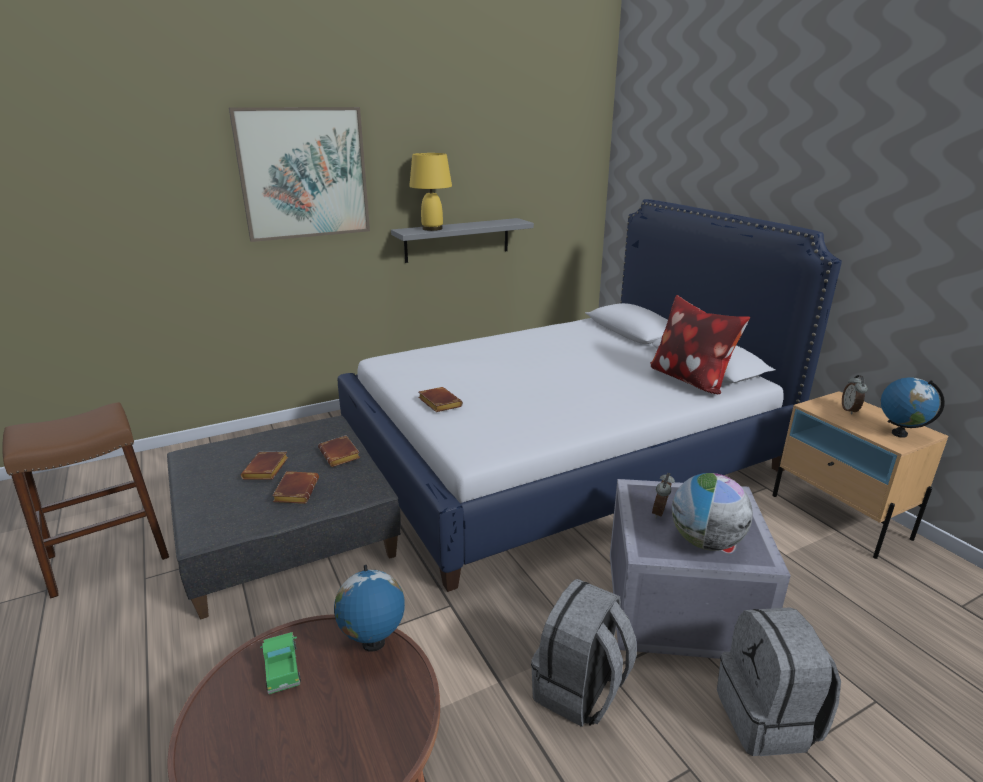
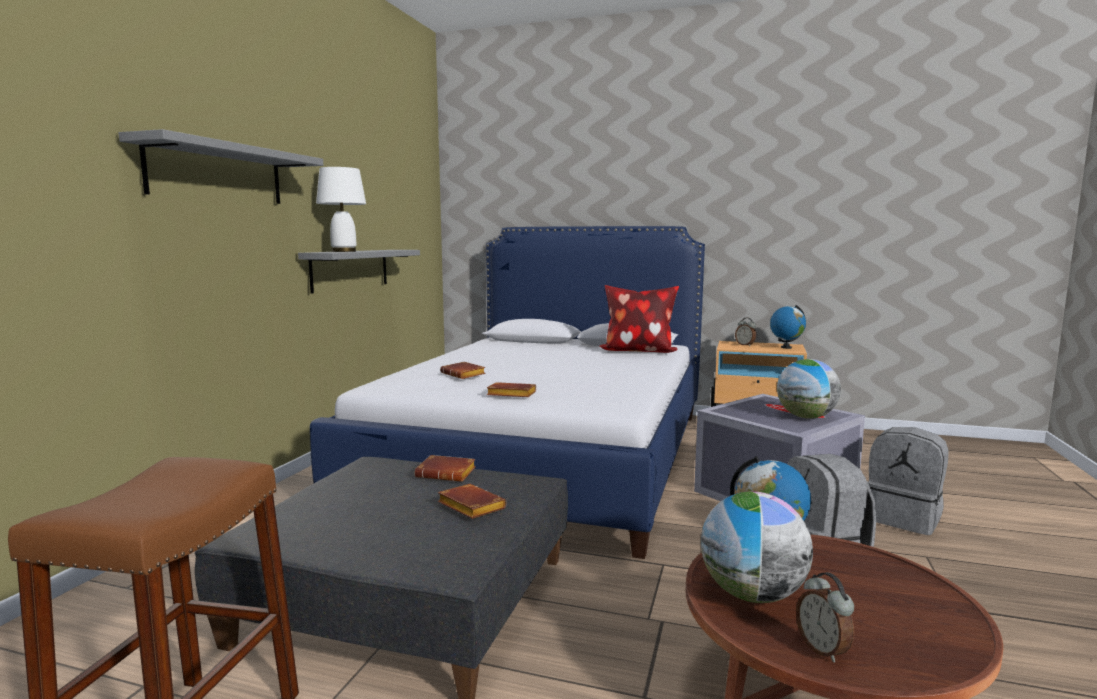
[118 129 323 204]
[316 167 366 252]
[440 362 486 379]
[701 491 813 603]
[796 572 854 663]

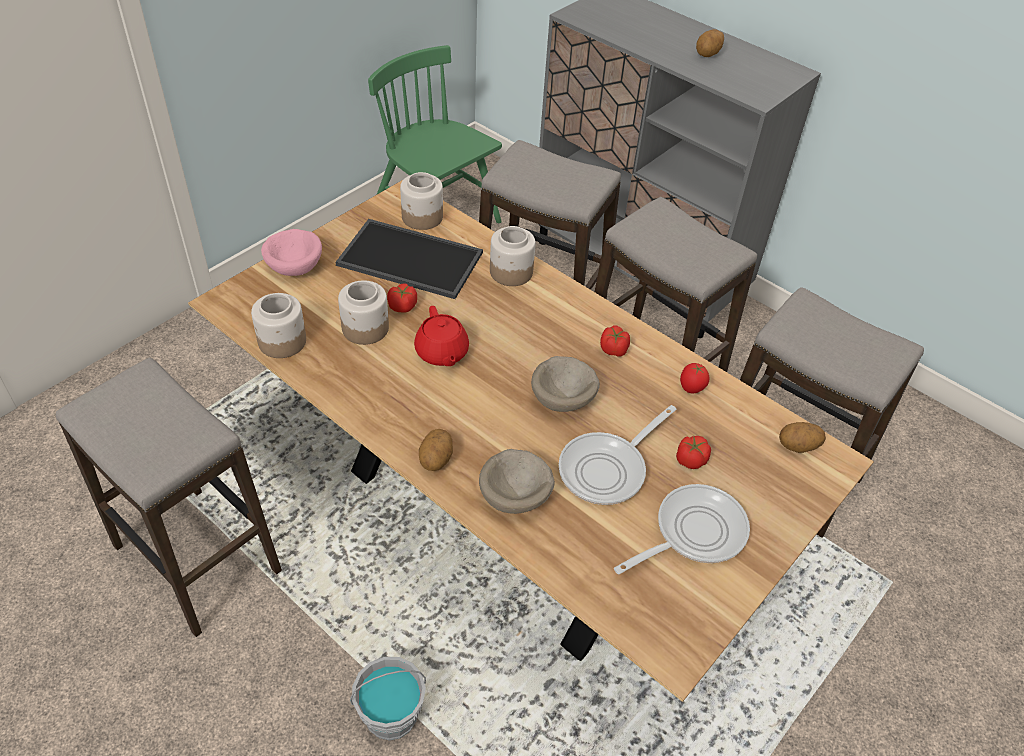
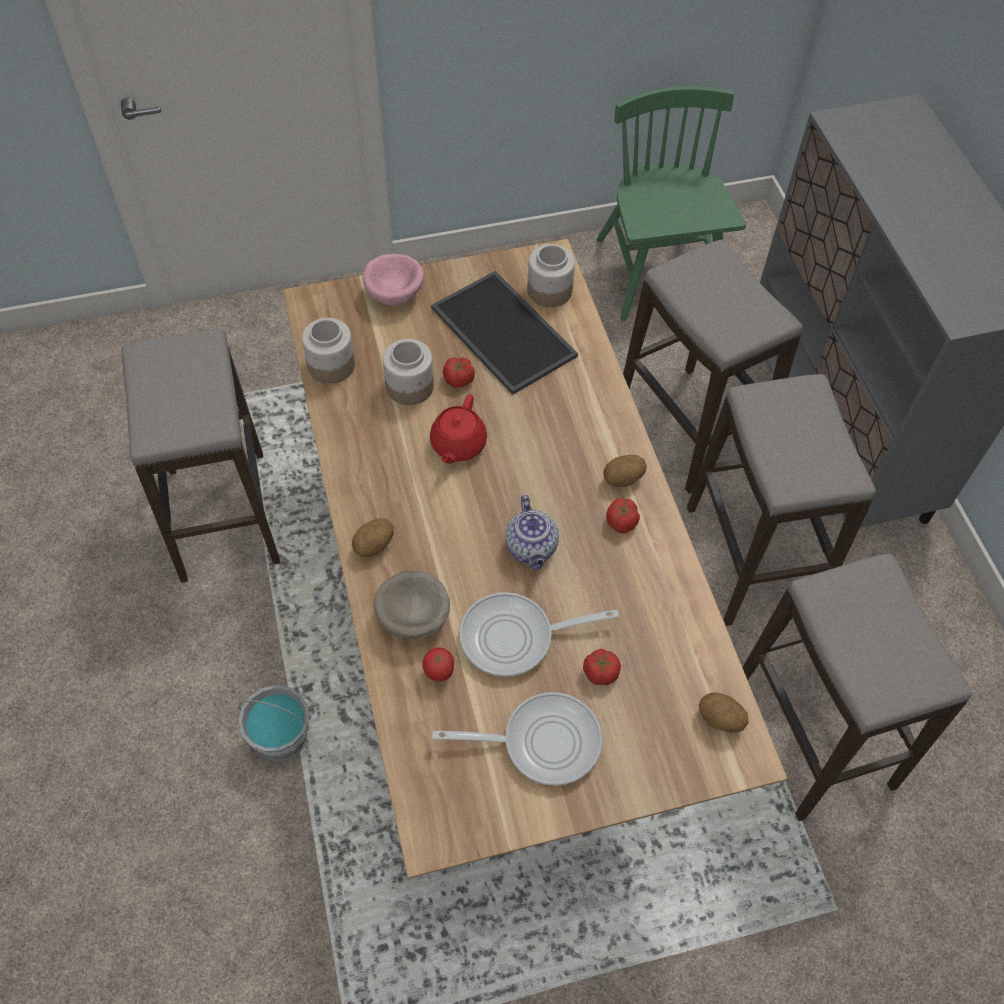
[422 648 454 681]
[505 495 559 570]
[603 455 647 487]
[490 226 536 286] (first image)

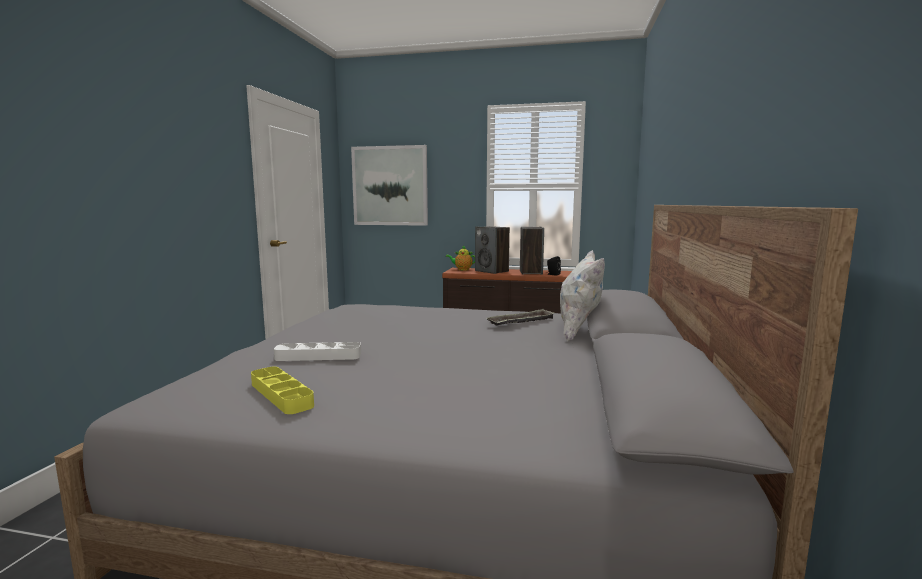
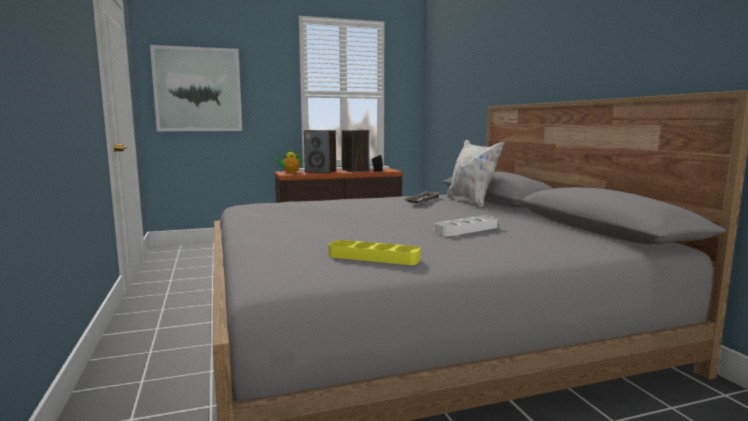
[434 216 498 236]

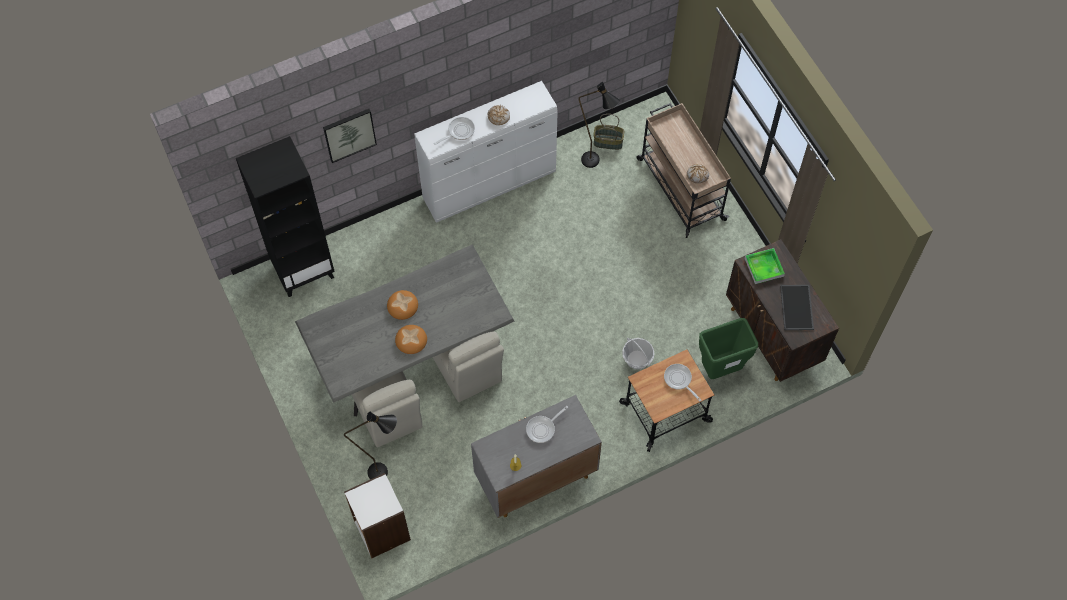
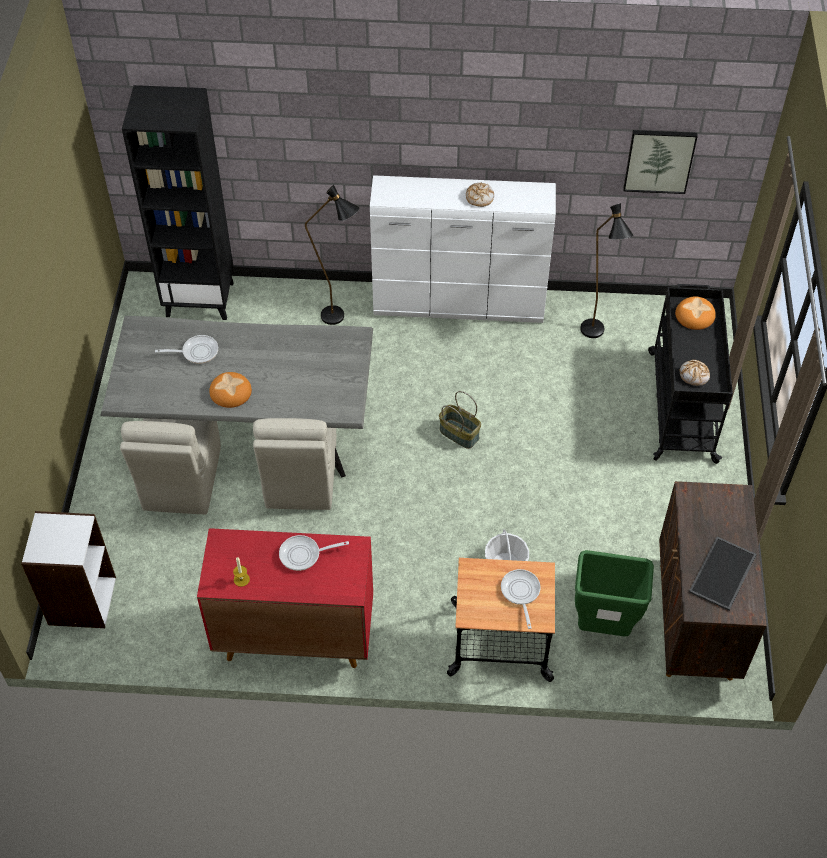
[155 335 218 364]
[197 528 373 668]
[305 185 359 325]
[439 391 481 449]
[623 130 698 194]
[648 284 733 464]
[675 296 716 330]
[745 248 785 284] (first image)

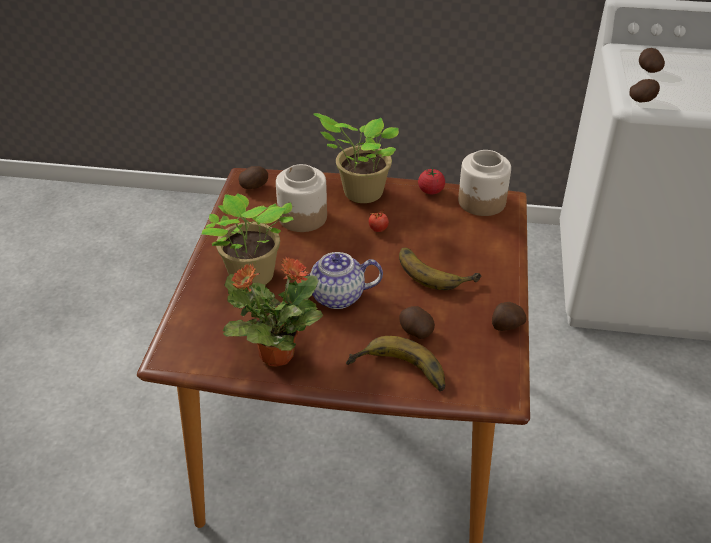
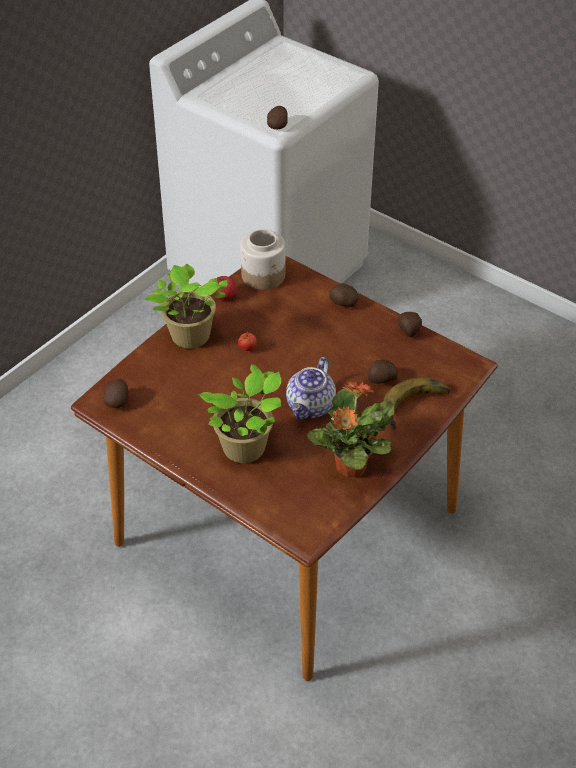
[329 283 358 307]
[276 164 327 232] (first image)
[399 247 481 290] (first image)

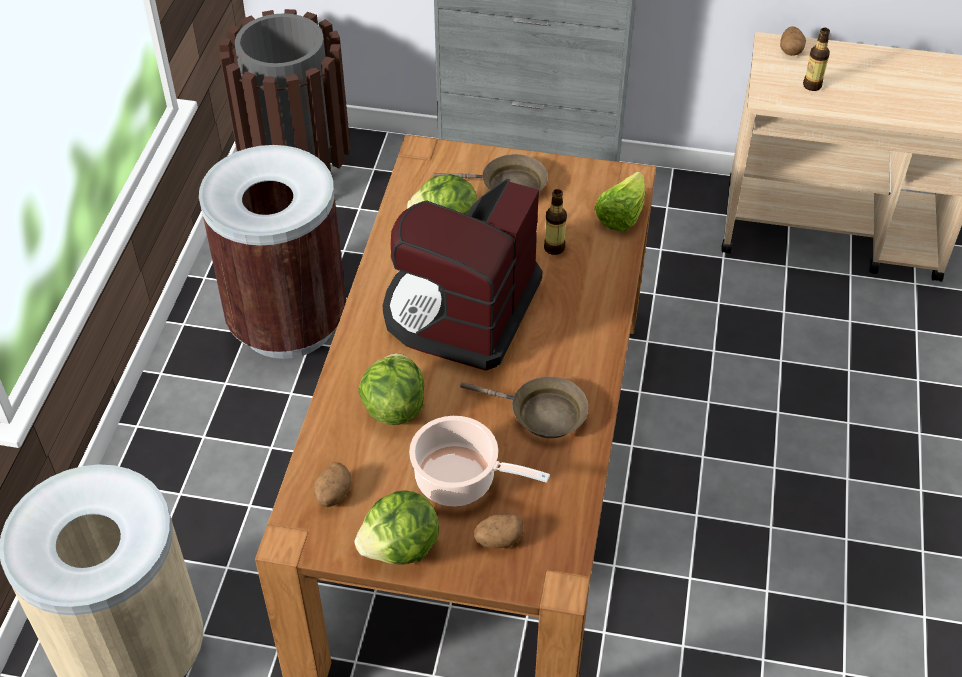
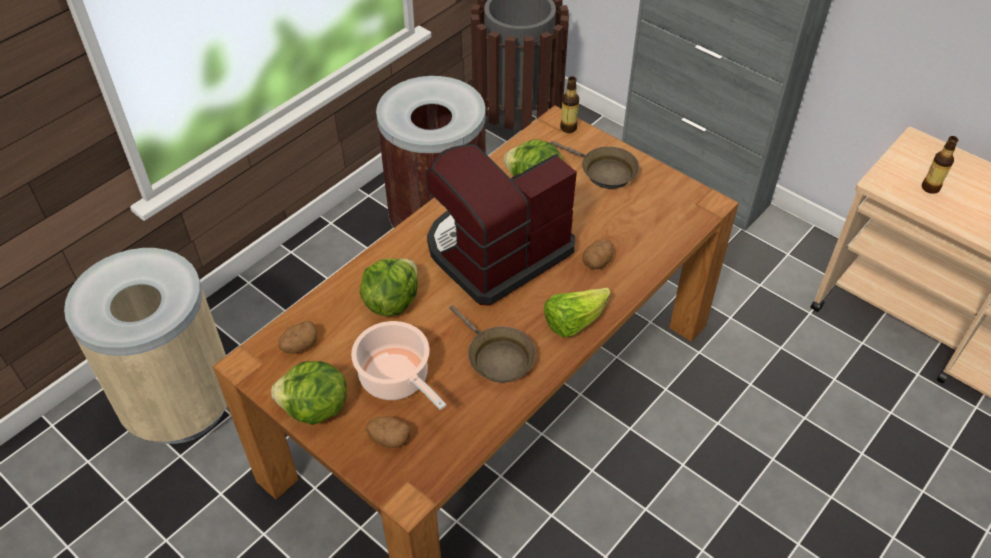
[544 288 611 338]
[560 76 579 133]
[582 239 613 269]

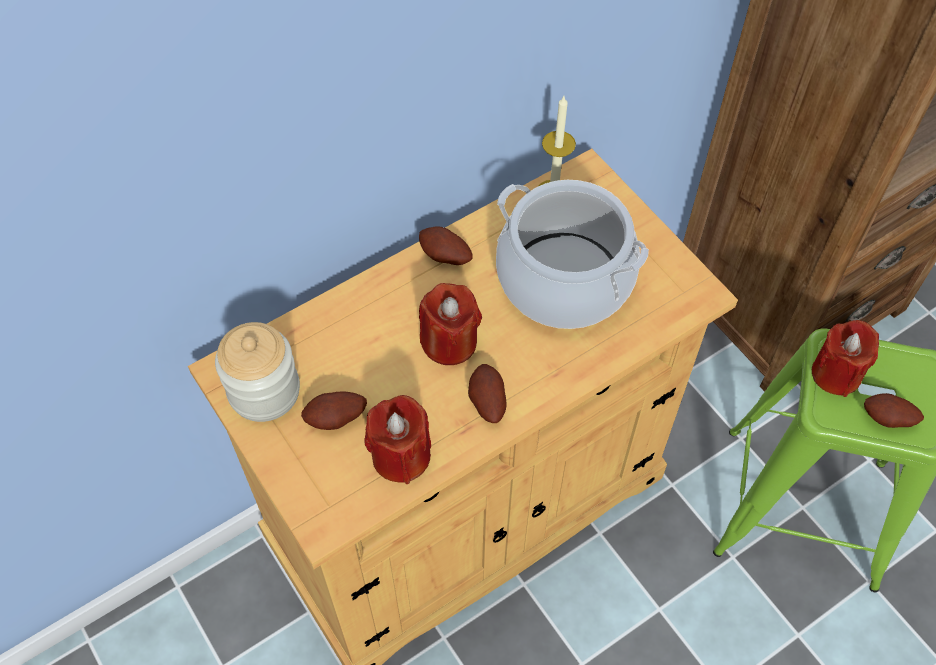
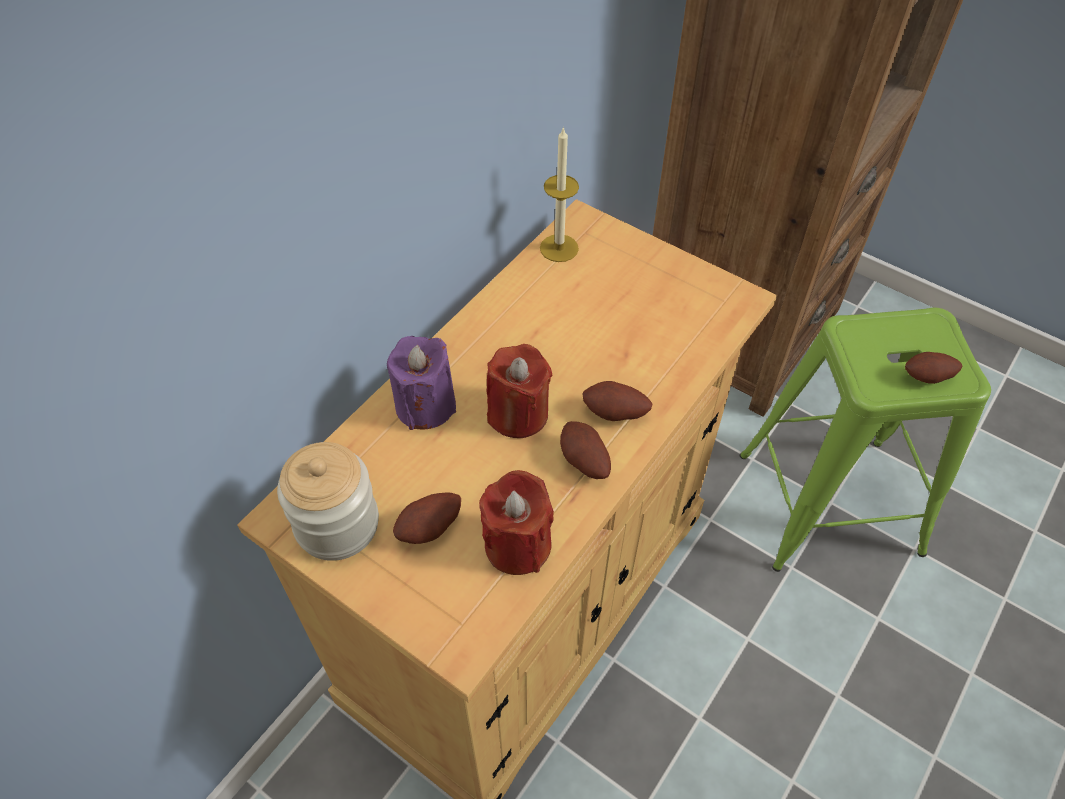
[387 336 456 430]
[583 381 652 421]
[496 180 649 329] (first image)
[812 320 879 397] (first image)

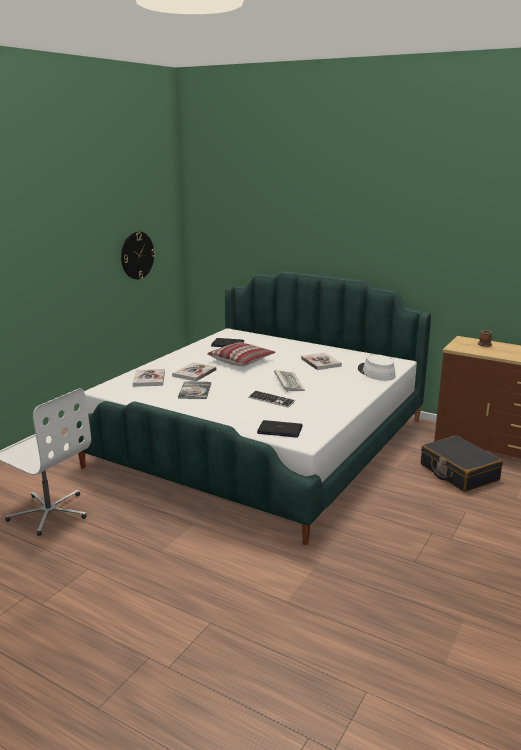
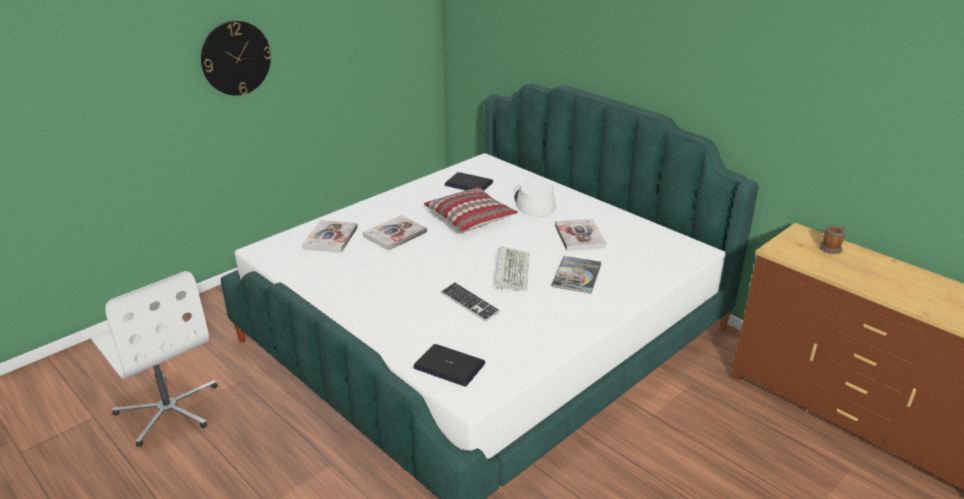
[201 20 272 96]
[514 179 556 217]
[551 256 602 293]
[421 435 503 492] (first image)

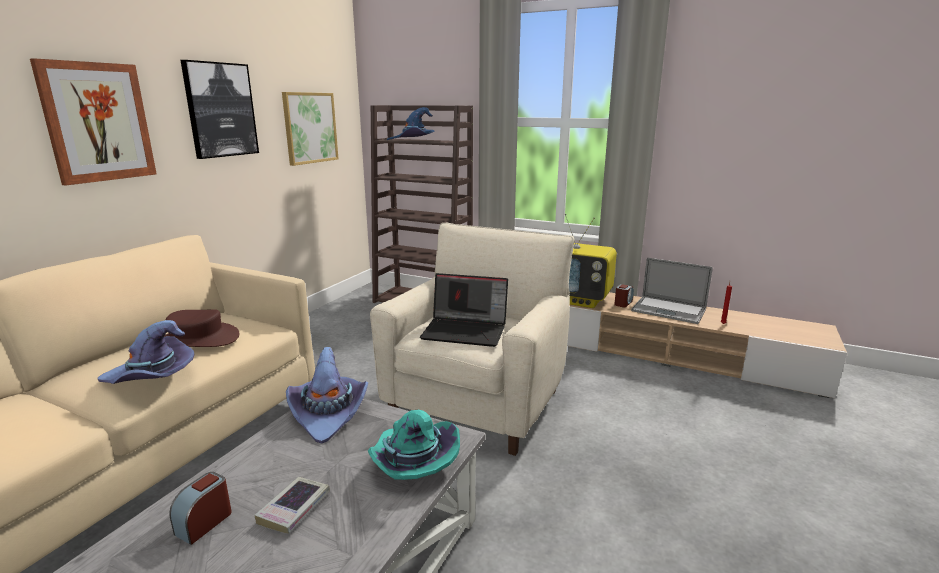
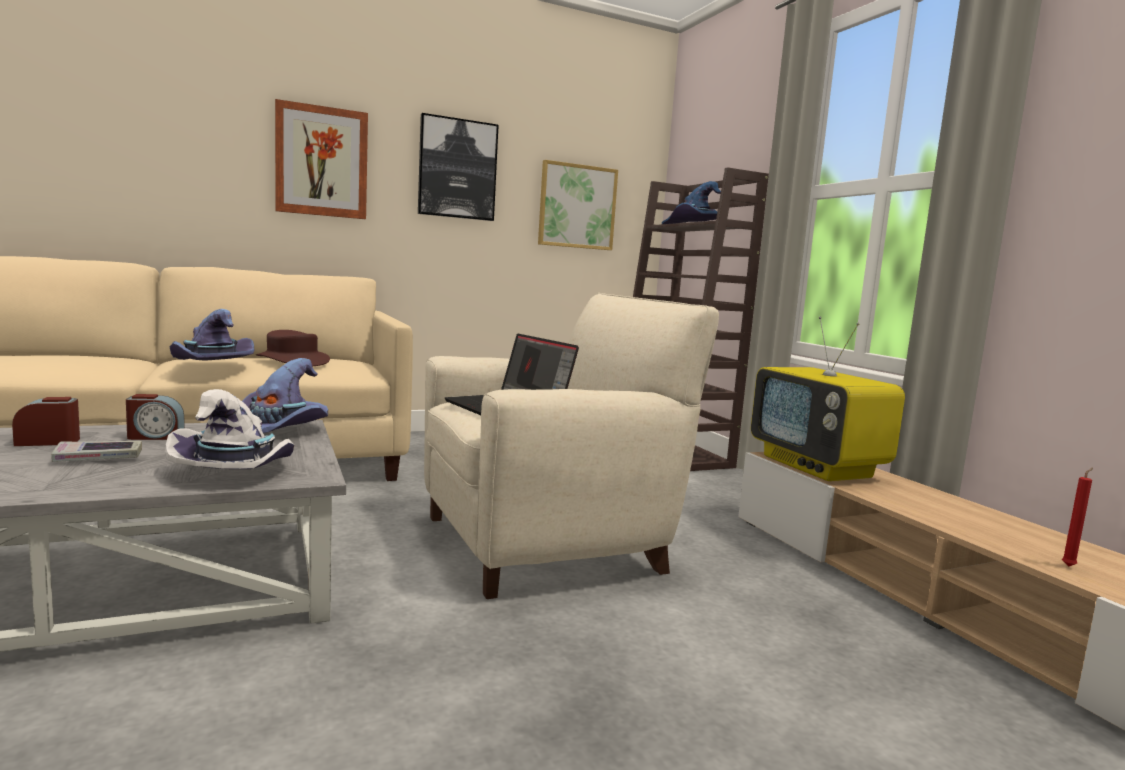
[126 394 185 440]
[165 389 294 469]
[631 258 713 324] (first image)

